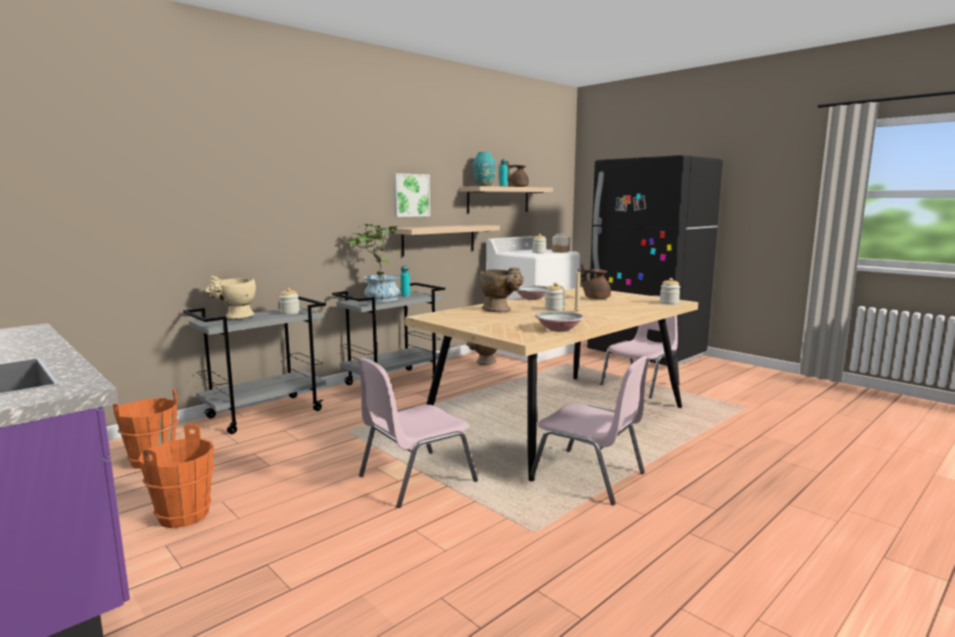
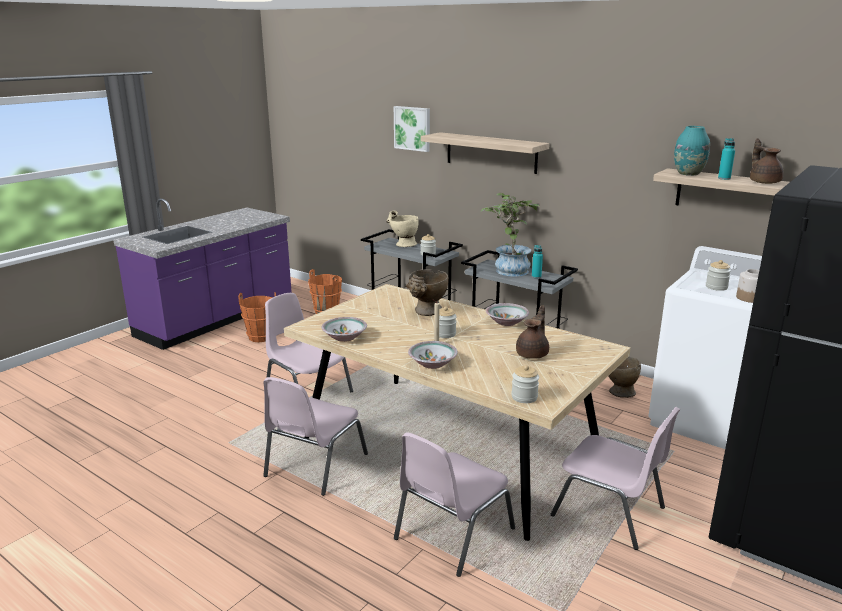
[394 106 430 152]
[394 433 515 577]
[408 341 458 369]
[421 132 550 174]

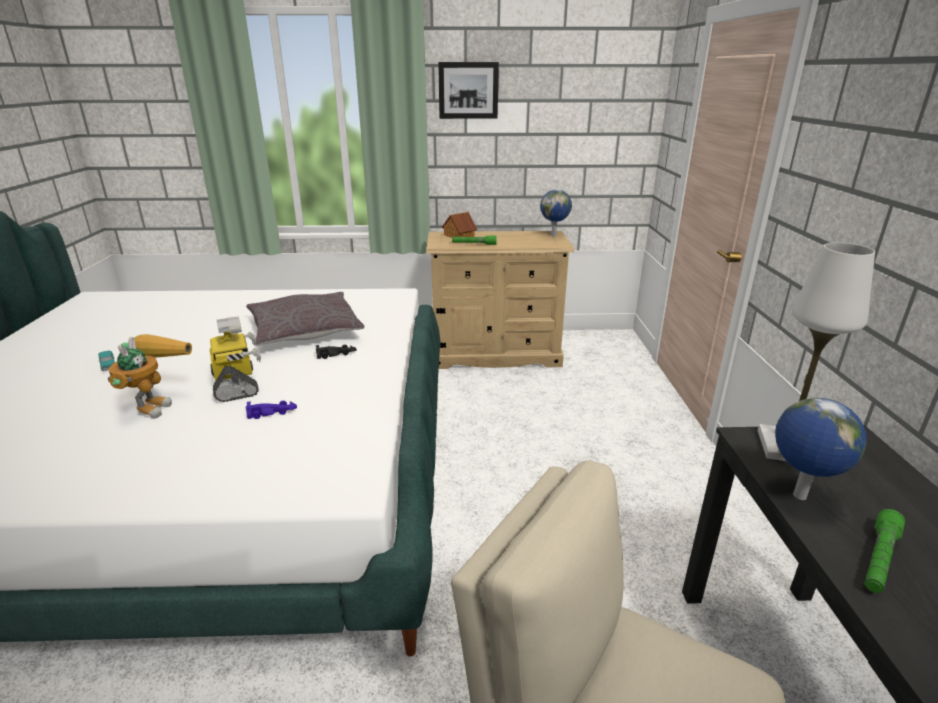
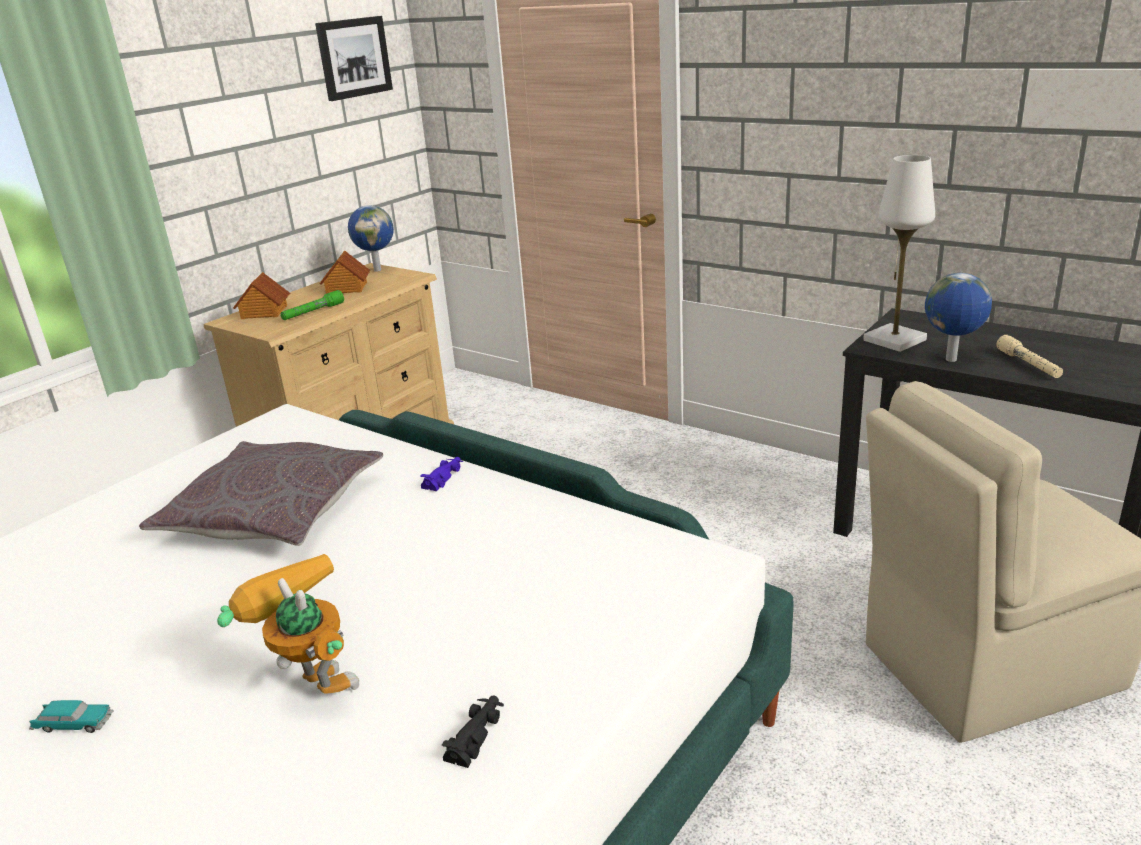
[315 16 393 101]
[320 250 370 294]
[420 457 463 491]
[442 696 504 768]
[996 335 1063 378]
[210 316 261 402] (first image)

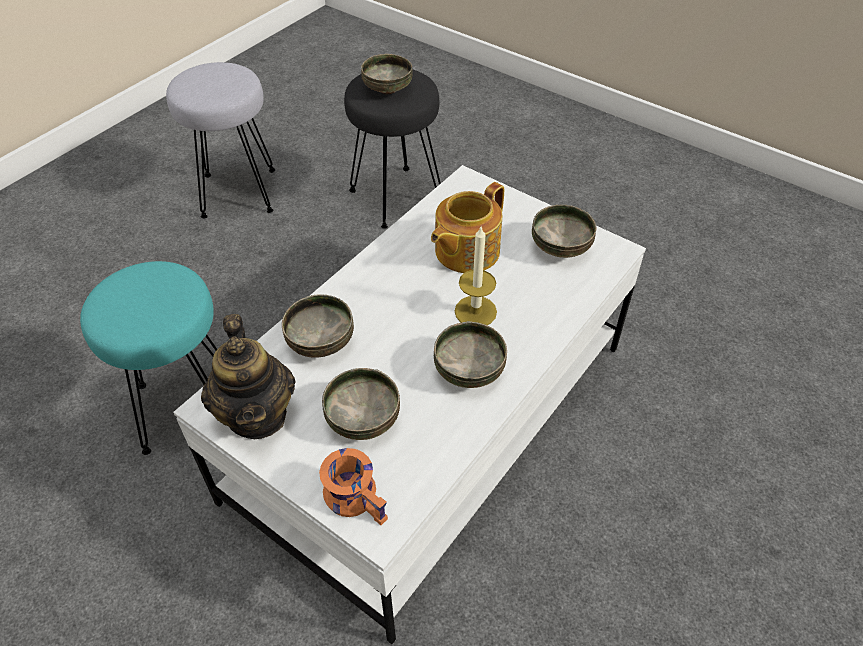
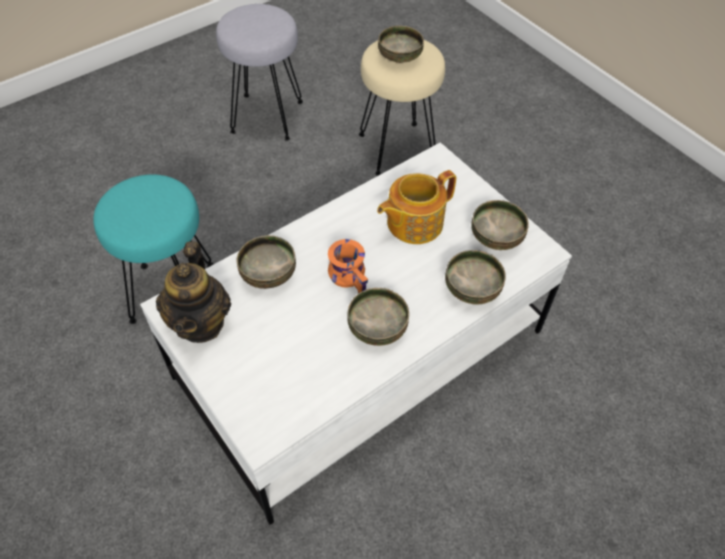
[328 239 368 293]
[359 40 445 176]
[445 250 506 305]
[455 227 497 325] (first image)

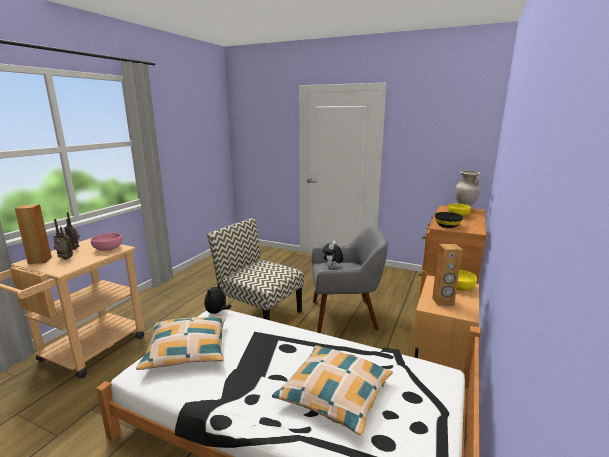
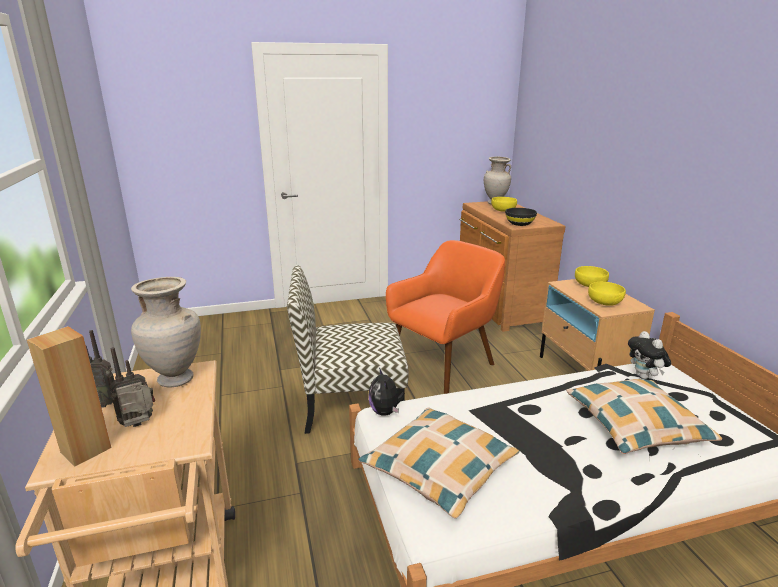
[131 277 201 388]
[386 240 505 394]
[588 282 626 306]
[628 331 671 379]

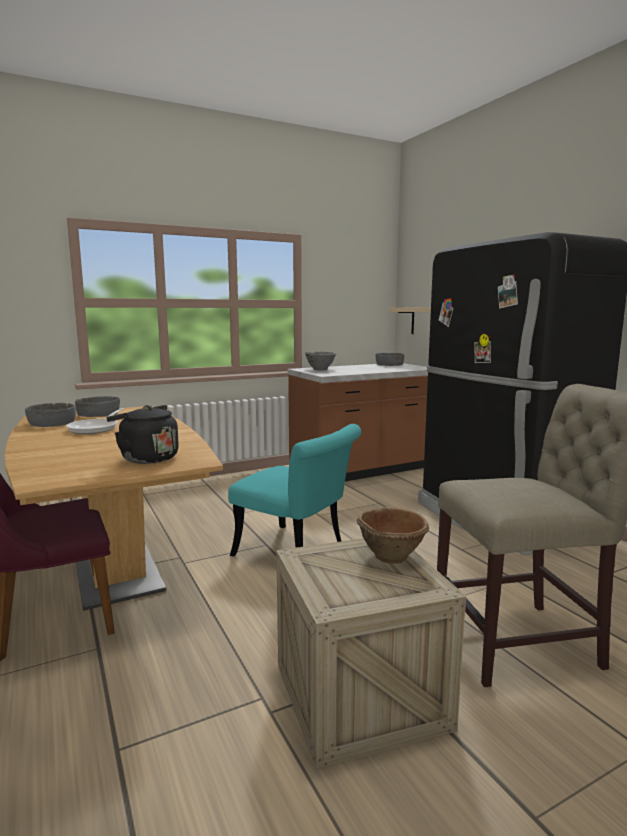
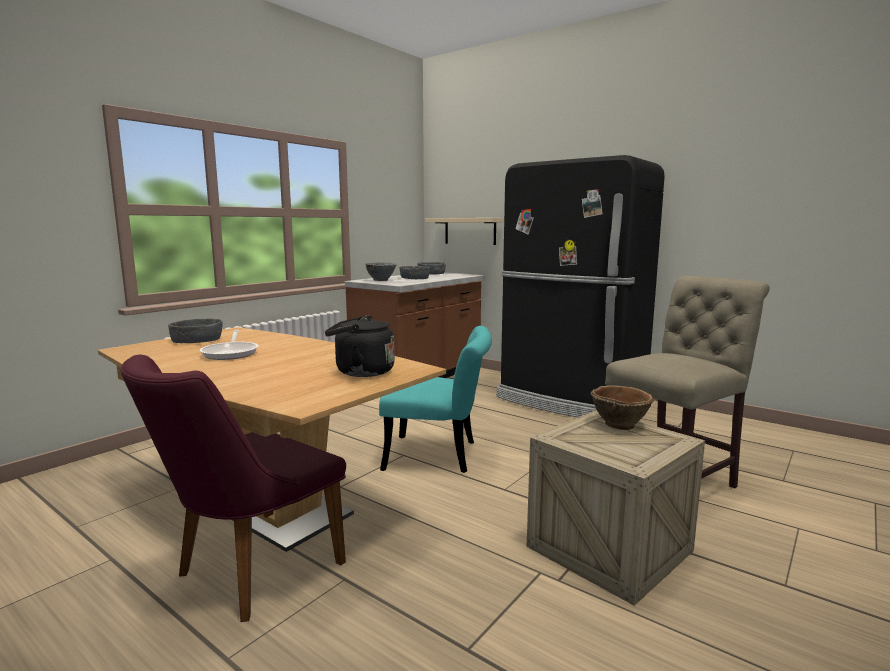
[400 266 430 279]

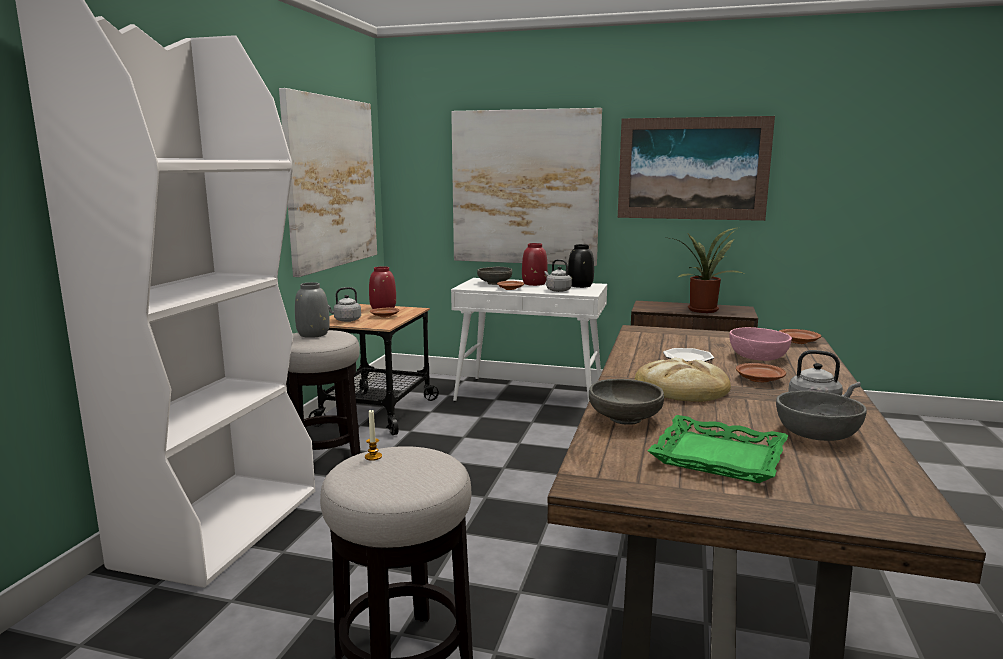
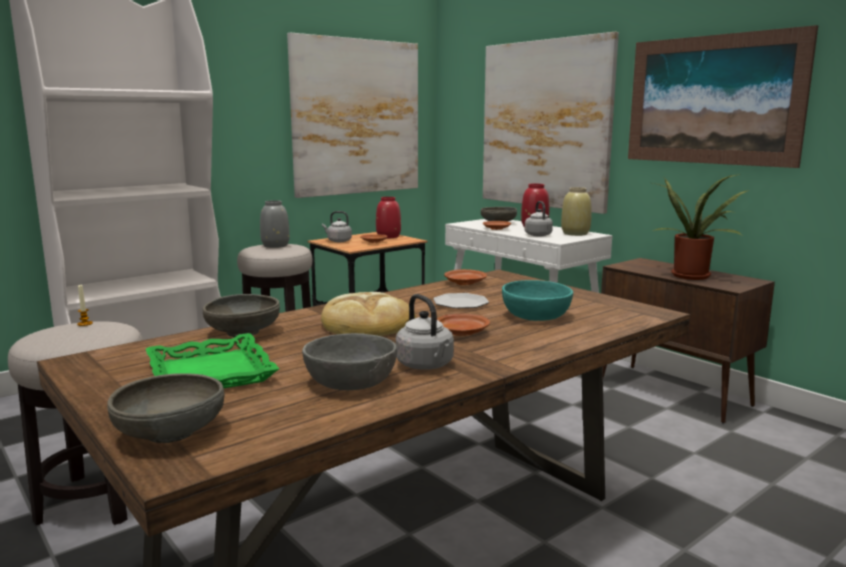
[107 373 225 443]
[444 269 487 285]
[502 280 573 321]
[561 187 592 236]

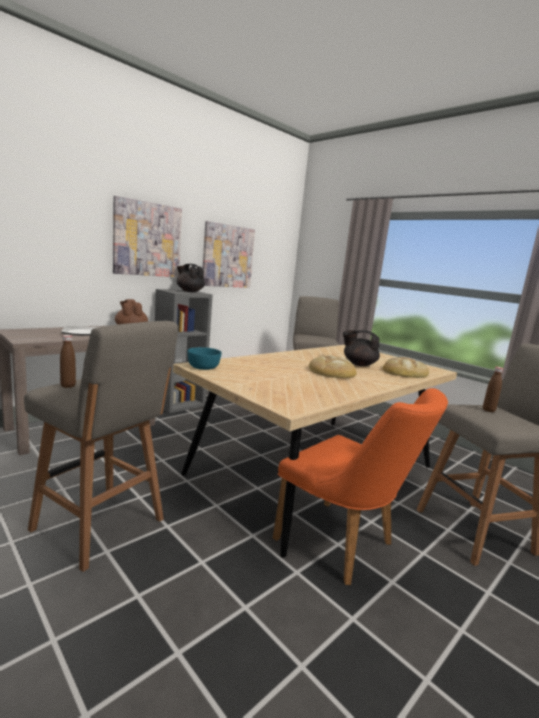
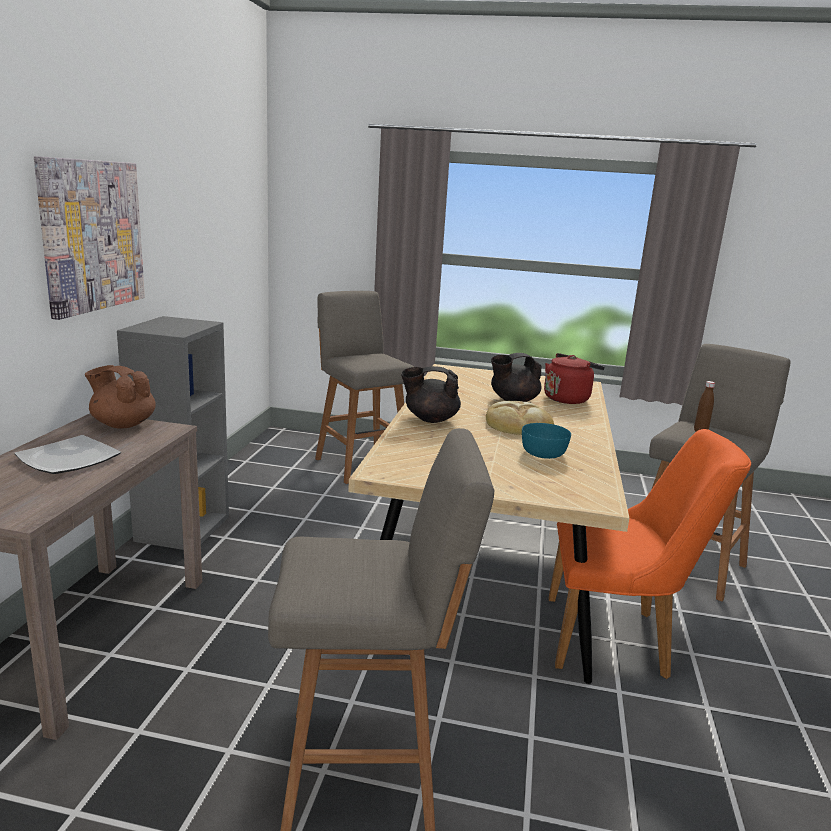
[401 366 461 423]
[522 423 571 459]
[544 353 605 404]
[60 335 76 388] (first image)
[202 221 255 288] (first image)

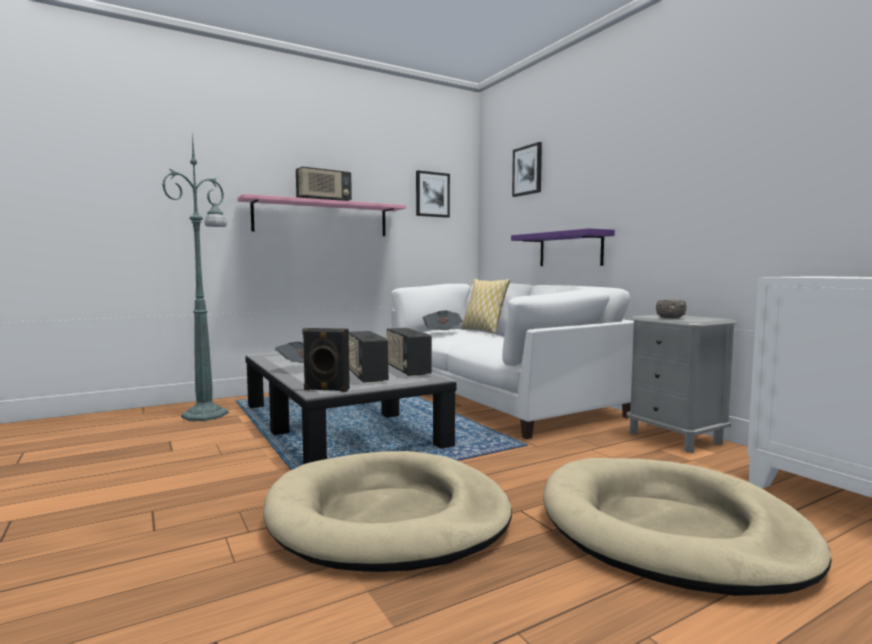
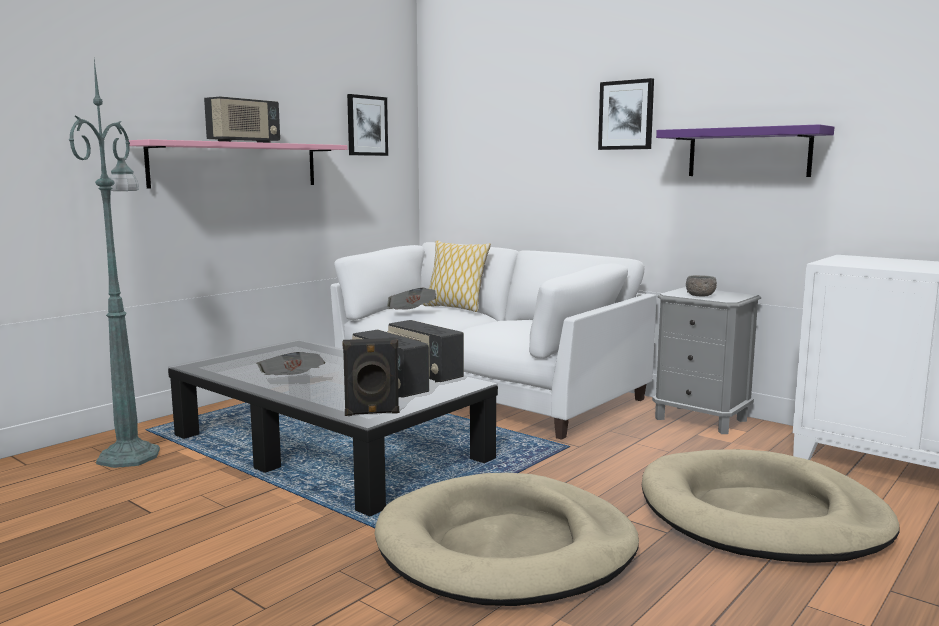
[598 78 654 150]
[656 124 834 177]

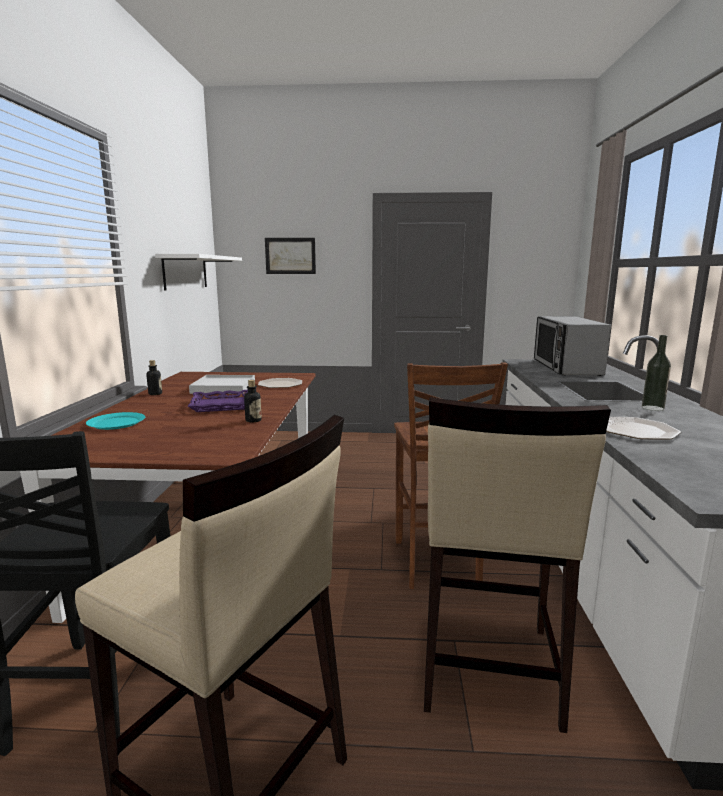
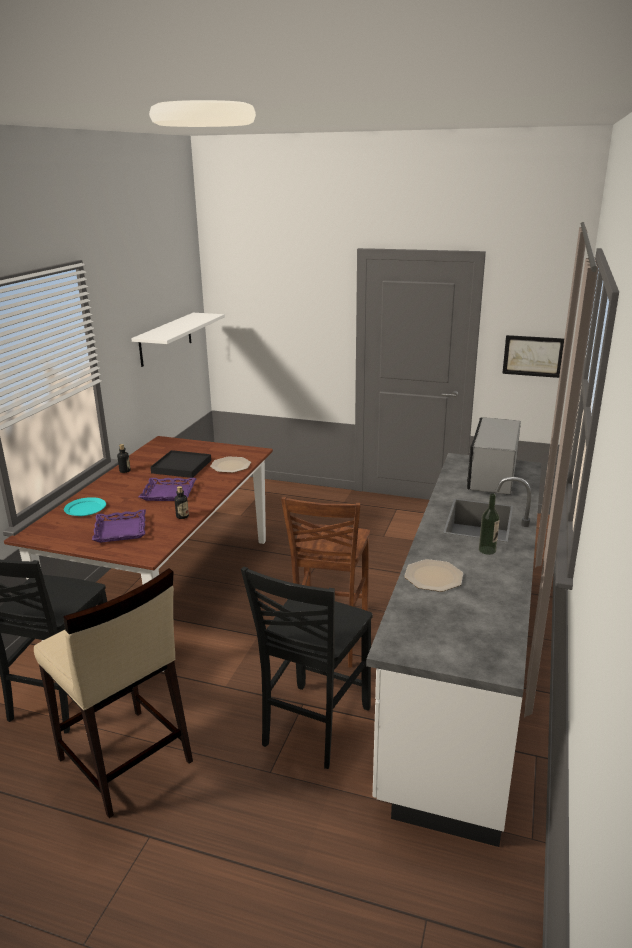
[92 509 146 543]
[150 450 211 478]
[241 567 373 769]
[502 335 564 378]

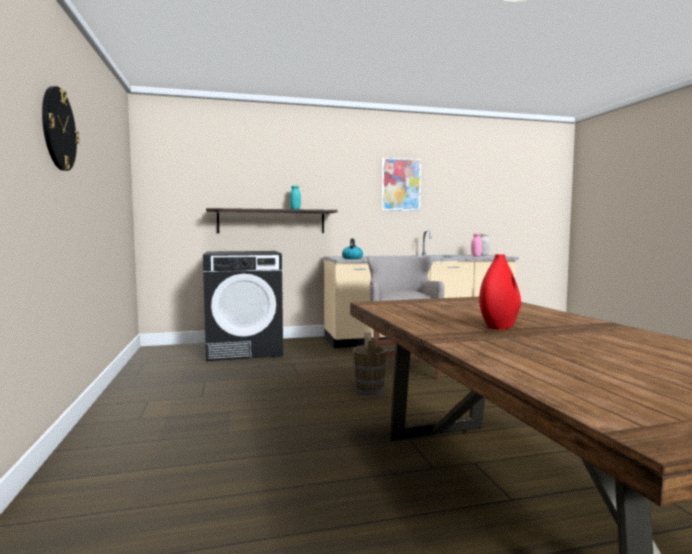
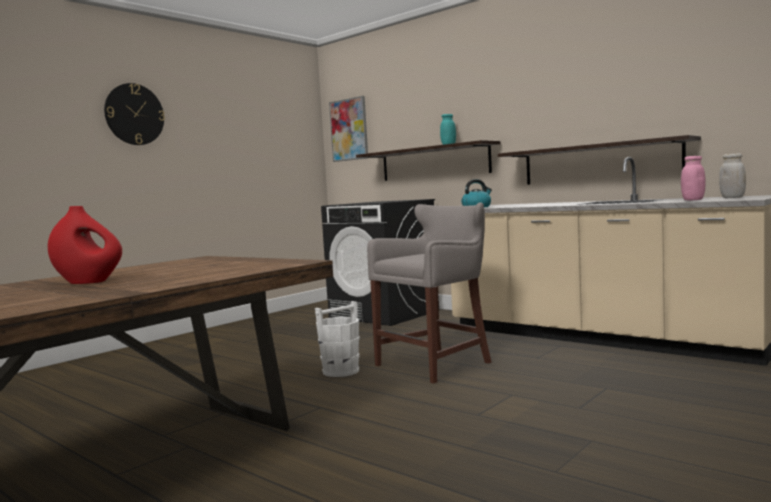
[315 301 360 377]
[329 96 368 162]
[498 135 701 185]

